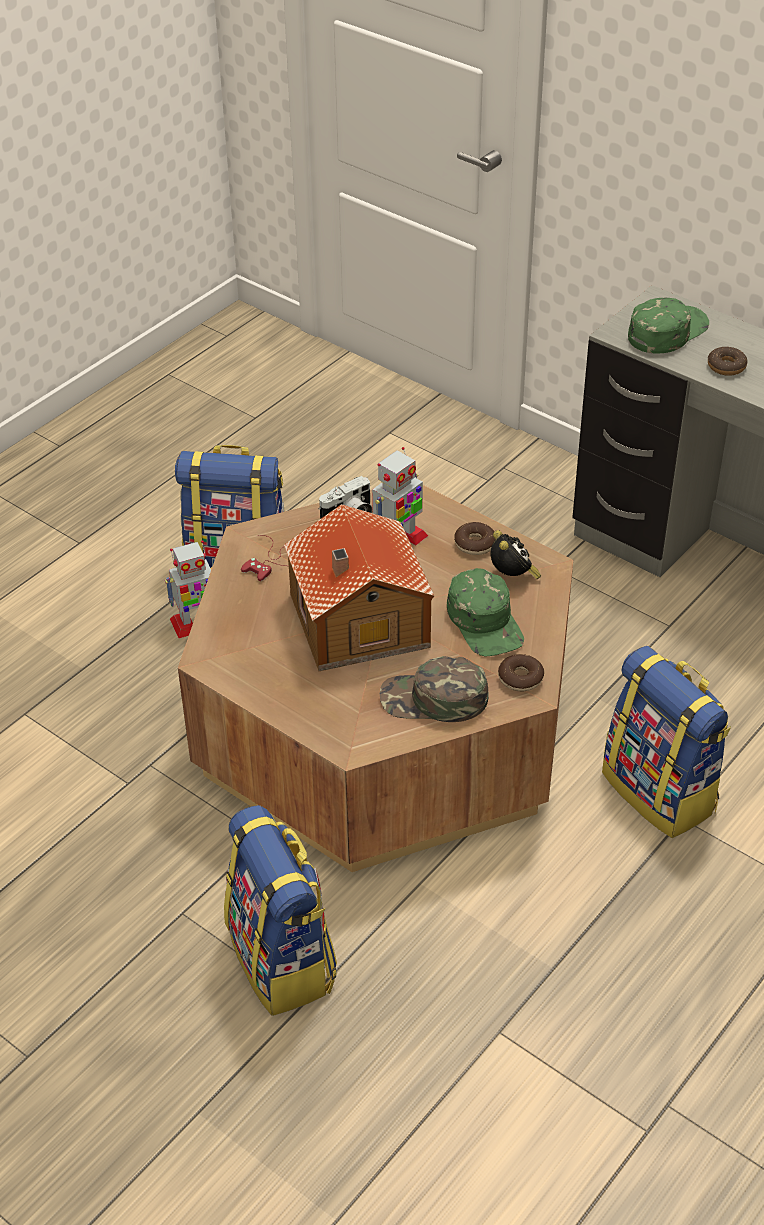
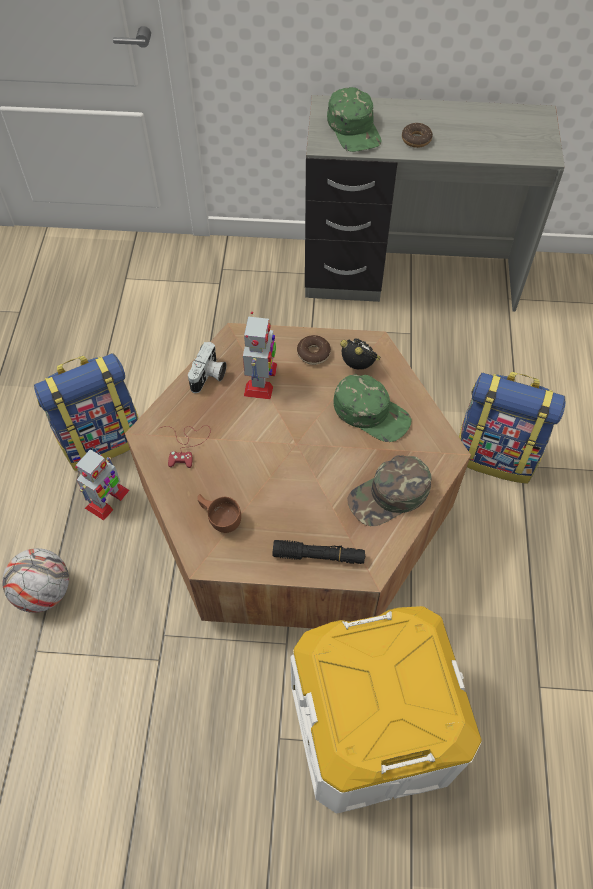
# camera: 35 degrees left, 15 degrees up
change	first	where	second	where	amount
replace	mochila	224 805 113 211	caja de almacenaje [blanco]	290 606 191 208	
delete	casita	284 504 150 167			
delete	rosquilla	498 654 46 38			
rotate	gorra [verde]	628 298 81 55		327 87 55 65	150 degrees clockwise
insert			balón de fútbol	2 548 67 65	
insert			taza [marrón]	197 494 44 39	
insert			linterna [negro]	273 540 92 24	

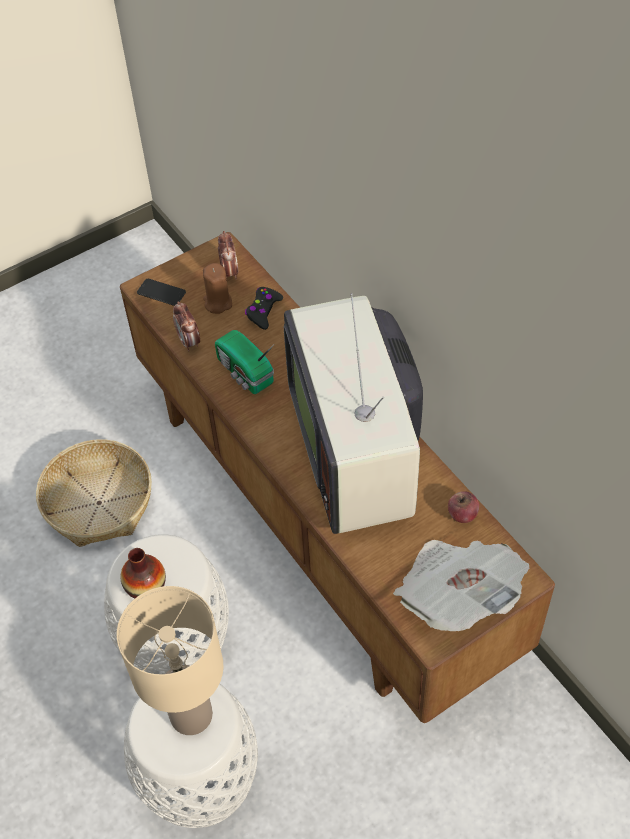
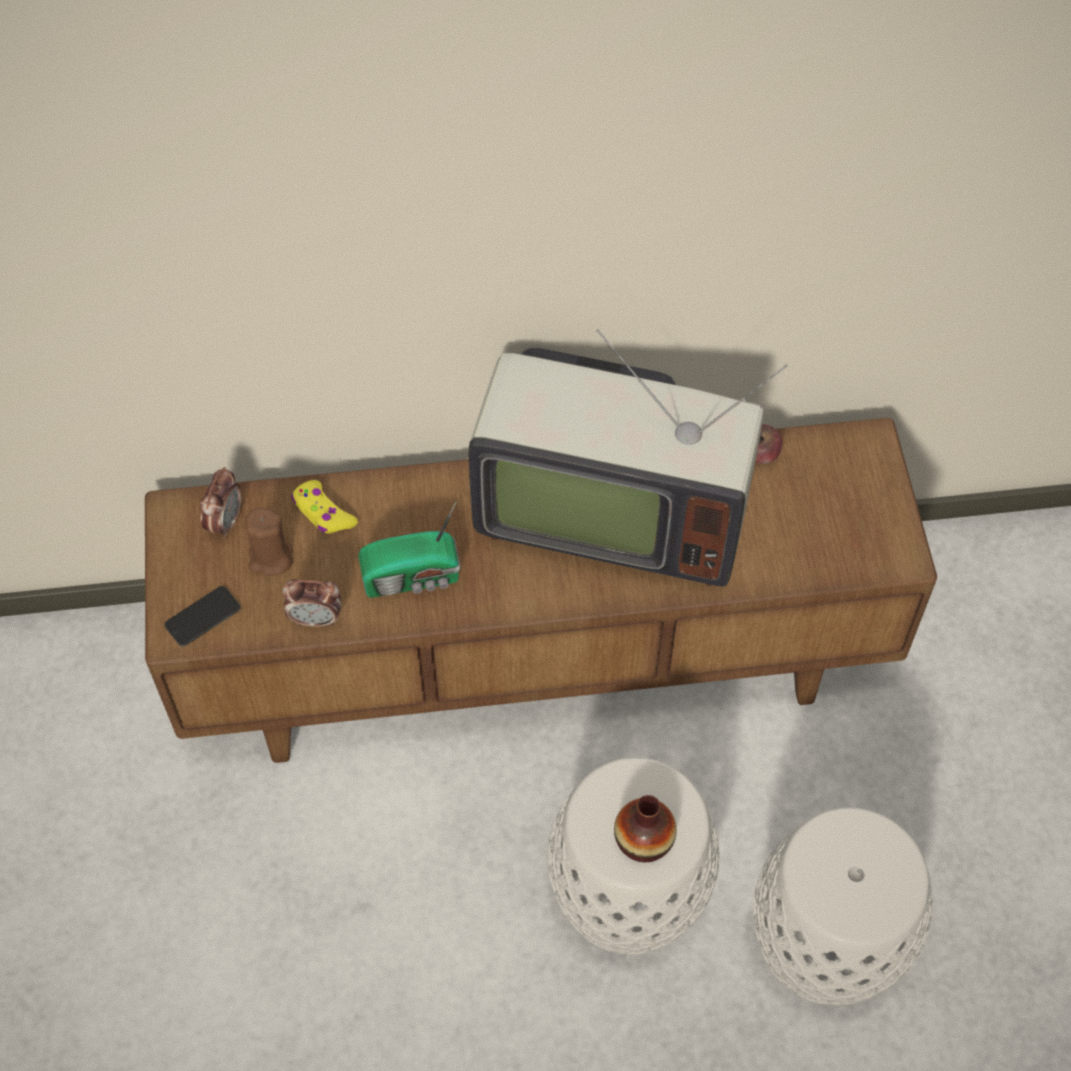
# camera: 65 degrees left, 5 degrees up
change	first	where	second	where	amount
delete	cesta	36 439 116 108			
delete	lámpara de mesa [beis]	117 586 107 149			
rotate	despertador	218 231 21 49		200 467 41 71	90 degrees clockwise
recolor	mando de consola [negro]	245 287 38 43	mando de consola [amarillo]	291 480 67 54	
delete	periódico	393 540 137 91			

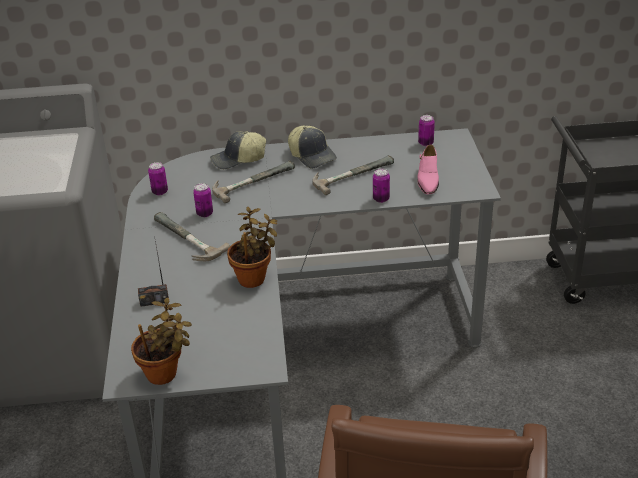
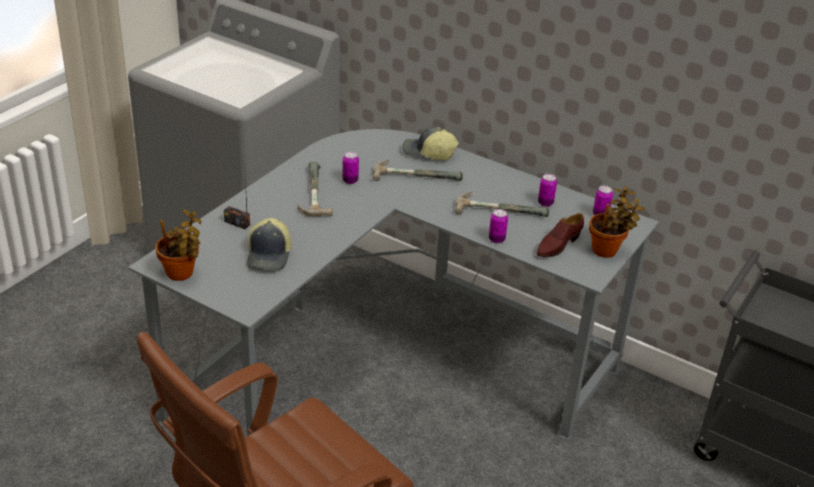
# camera: 35 degrees right, 0 degrees up
change	first	where	second	where	amount
move	lata	148 162 20 33		538 174 19 33	
move	planta en maceta	227 207 50 81		589 186 56 72	
move	gorra	288 126 49 42		247 218 44 52	
recolor	zapato [rosa]	417 144 22 50	zapato [marrón]	537 213 47 44	

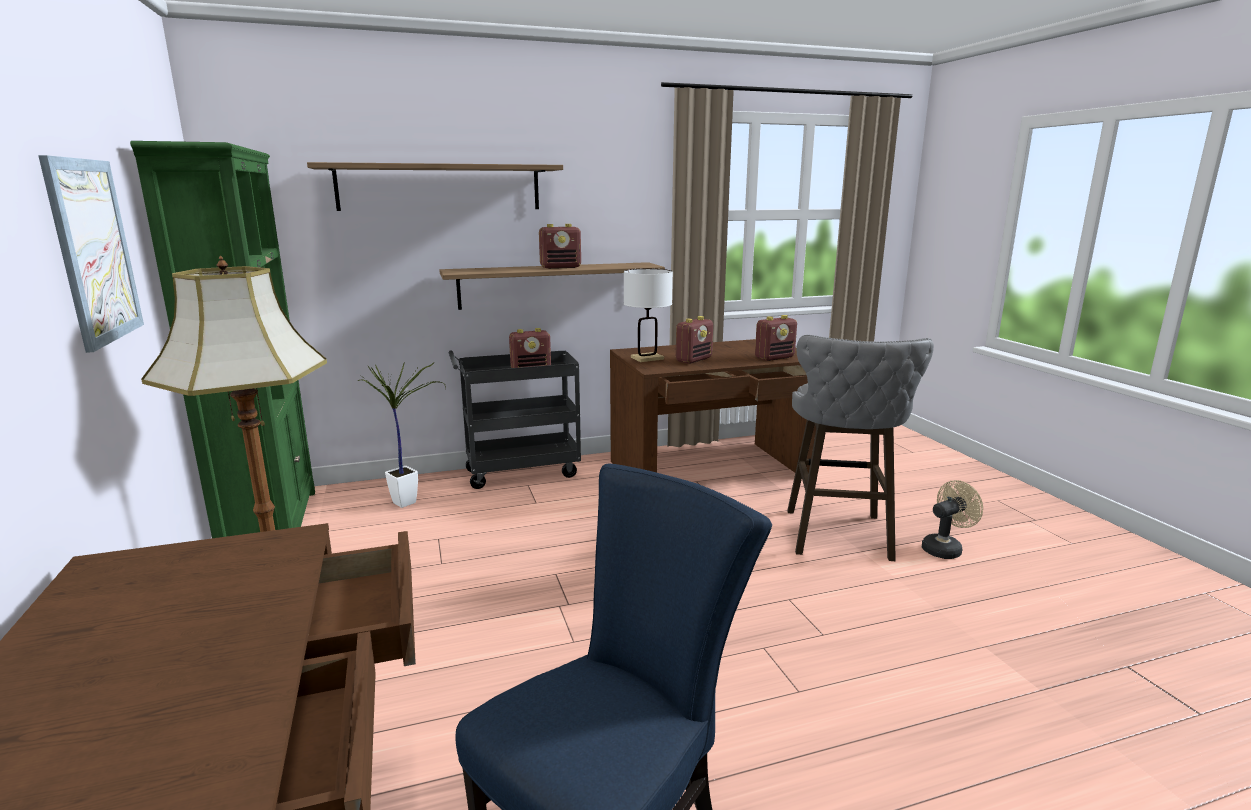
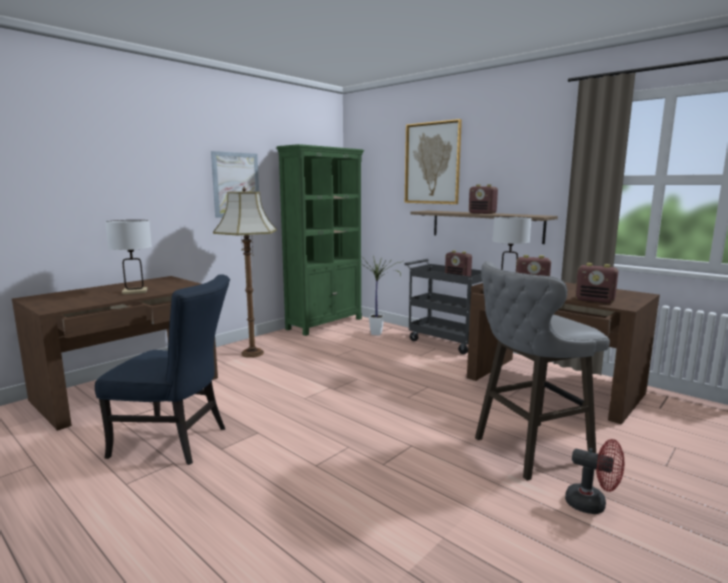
# camera: 60 degrees right, 5 degrees down
change	first	where	second	where	amount
replace	estante	307 162 256 49	cuadro	405 119 57 85	
recolor	ventilador [beis]	922 480 61 79	ventilador [rojo]	565 439 59 75	
insert			lámpara de mesa [blanco]	105 220 47 74	

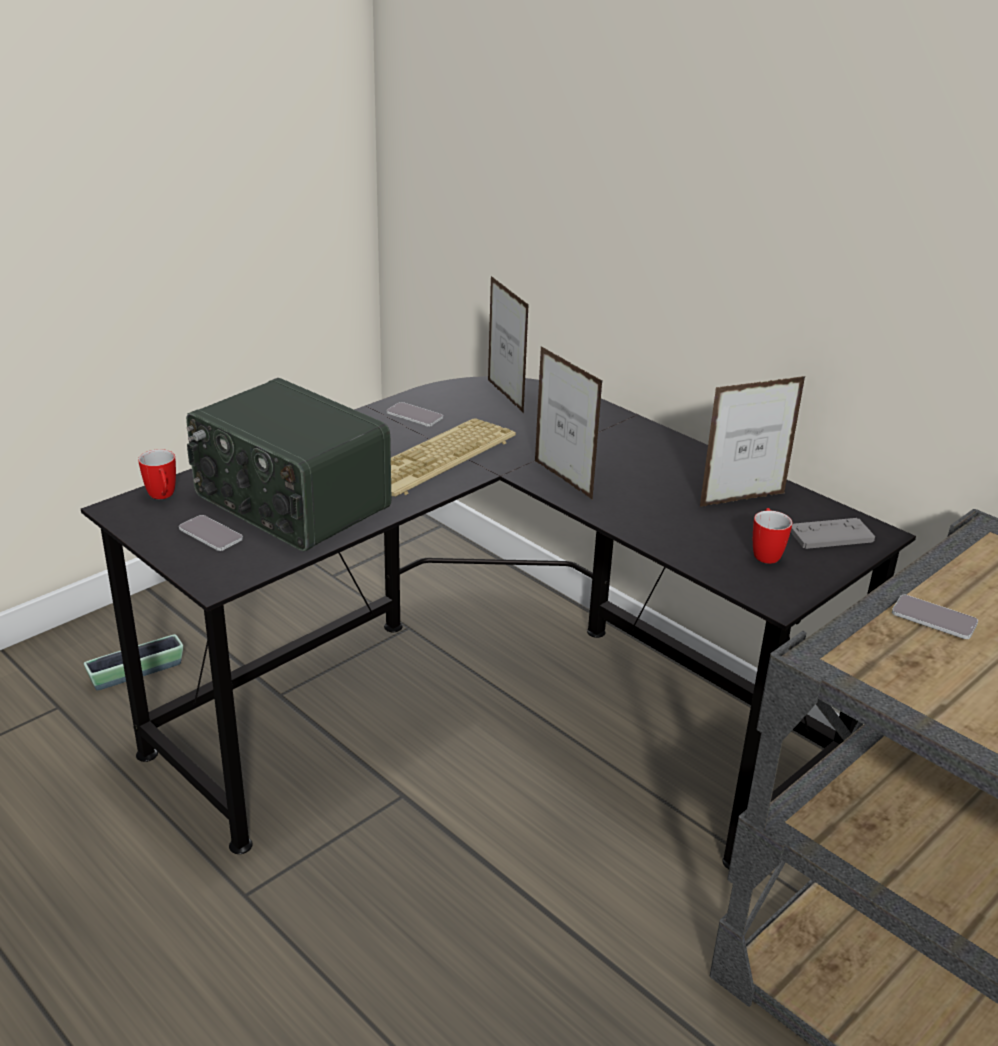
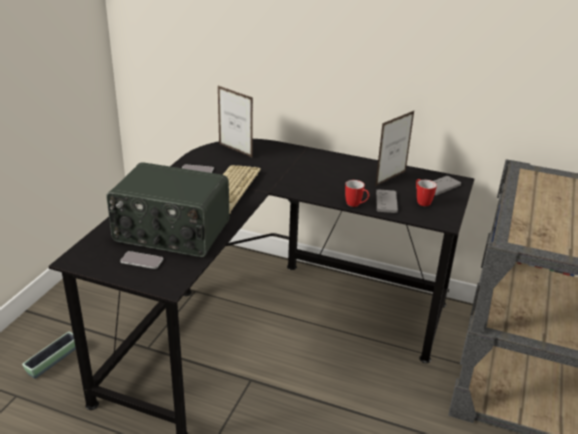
# camera: 25 degrees left, 0 degrees up
change	first	where	second	where	amount
move	taza grande	138 449 38 50		345 180 24 27	
delete	portarretratos	535 346 68 154			
delete	móvil	892 595 86 44			
insert			mando de consola [gris]	376 189 22 24	

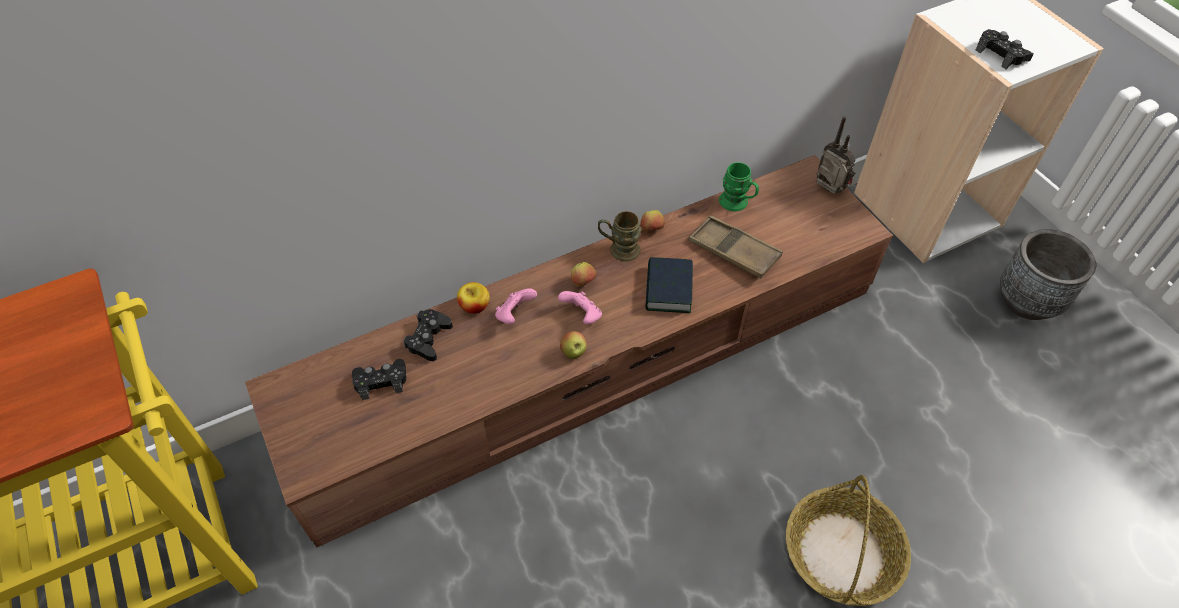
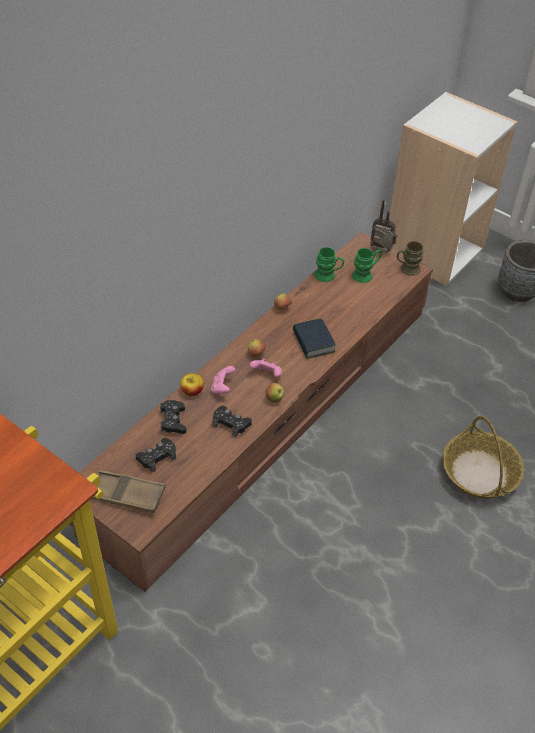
# camera: 25 degrees left, 5 degrees down
change	first	where	second	where	amount
move	taza grande [marrón]	598 211 43 51		397 241 26 35	
move	bandeja [marrón]	689 215 94 63		91 470 75 43	
move	mando de consola [negro]	976 29 58 40		212 406 40 31	
insert			taza grande [verde]	352 248 30 35	

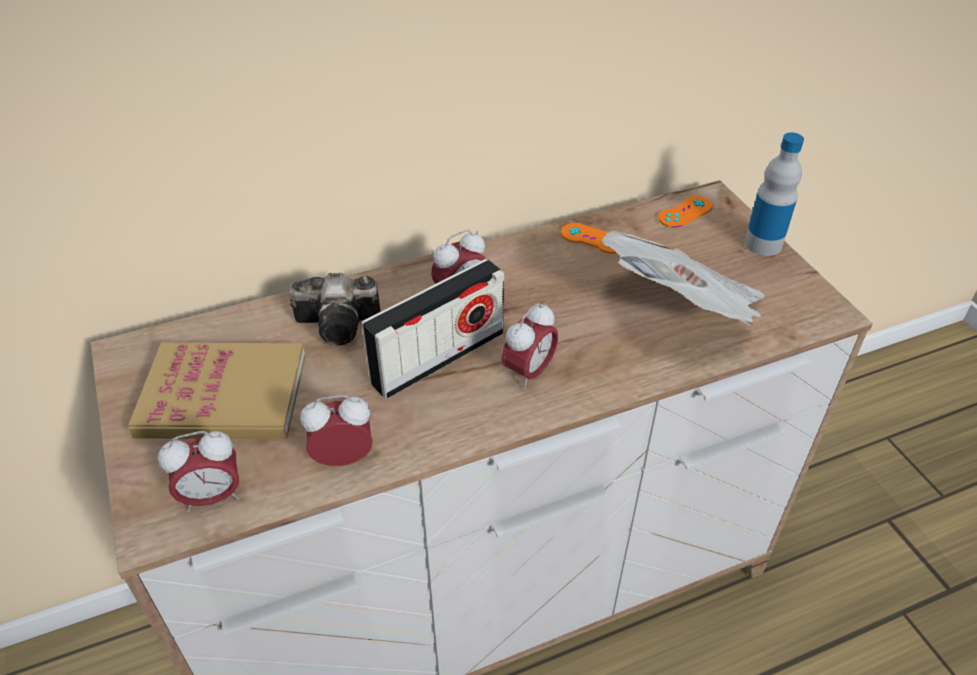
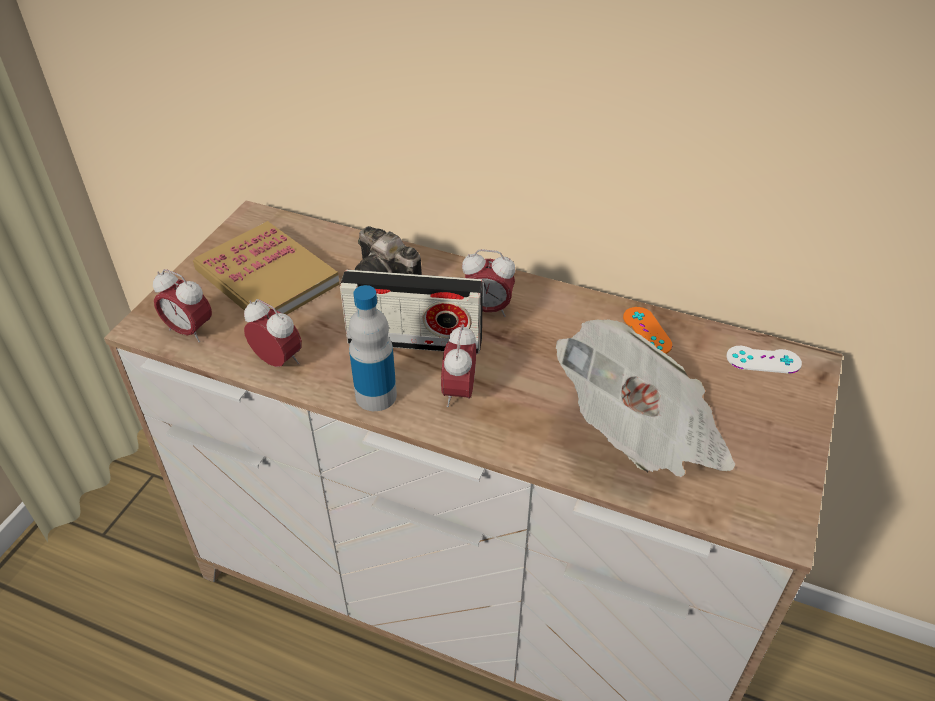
# camera: 45 degrees right, 0 degrees up
change	first	where	second	where	amount
rotate	despertador	502 302 56 88		441 324 35 83	105 degrees clockwise
recolor	mando de consola [naranja]	658 196 55 32	mando de consola [blanco]	726 346 76 27	
move	botella	745 132 59 124		349 285 48 126	

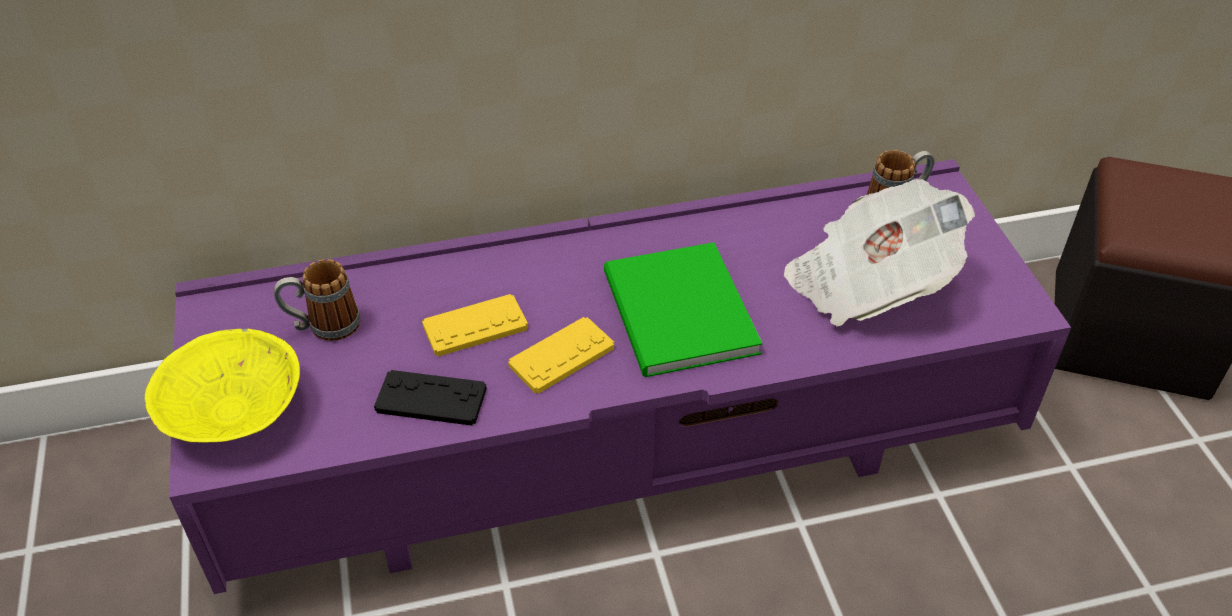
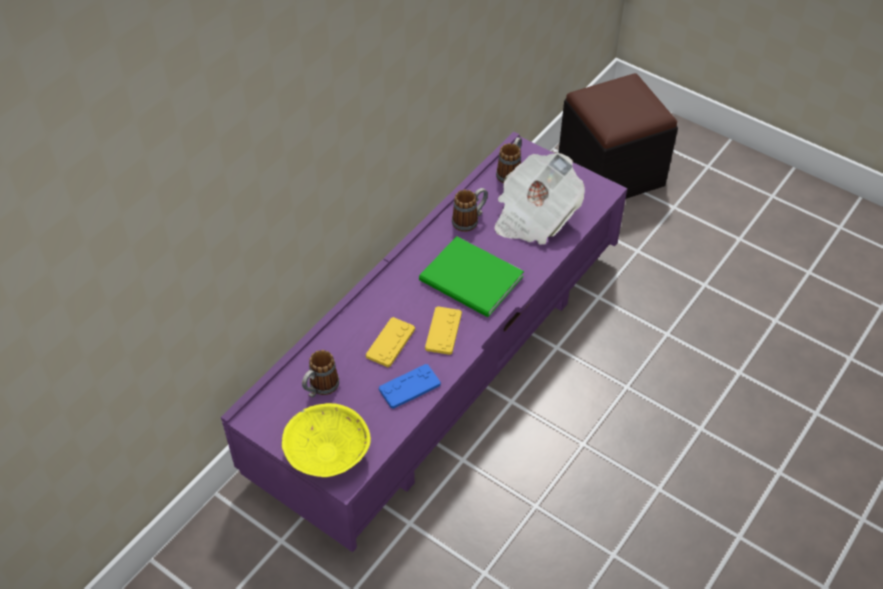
# camera: 40 degrees left, 5 degrees up
change	first	where	second	where	amount
recolor	mando de consola [negro]	374 370 113 56	mando de consola [azul]	379 364 62 45	
insert			taza grande	452 188 36 44	

